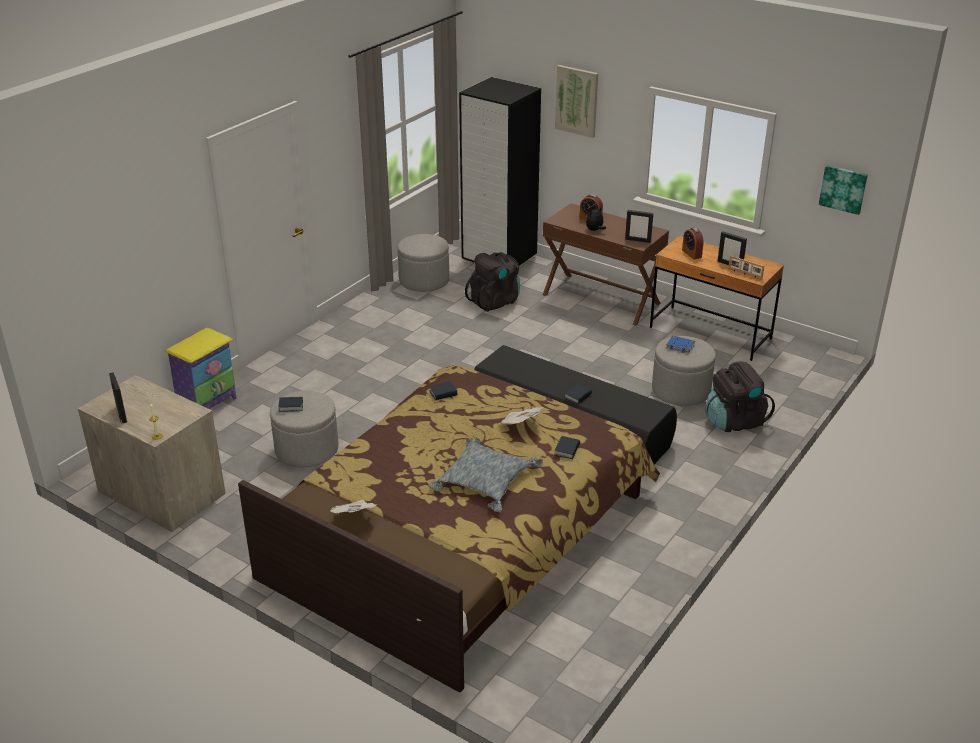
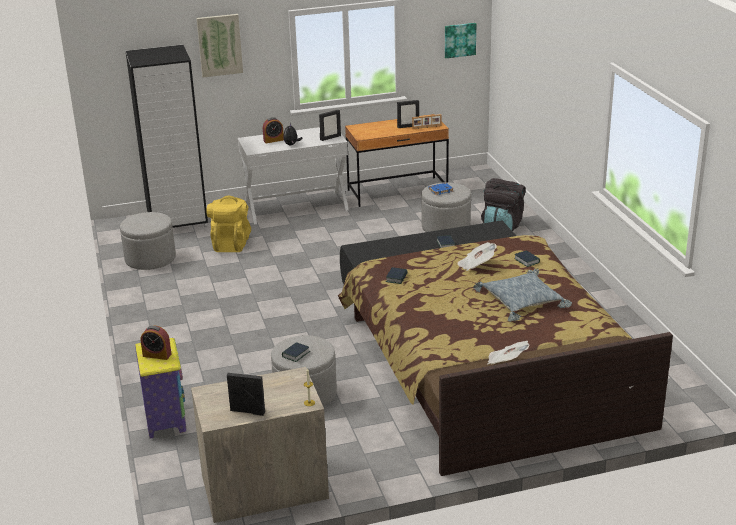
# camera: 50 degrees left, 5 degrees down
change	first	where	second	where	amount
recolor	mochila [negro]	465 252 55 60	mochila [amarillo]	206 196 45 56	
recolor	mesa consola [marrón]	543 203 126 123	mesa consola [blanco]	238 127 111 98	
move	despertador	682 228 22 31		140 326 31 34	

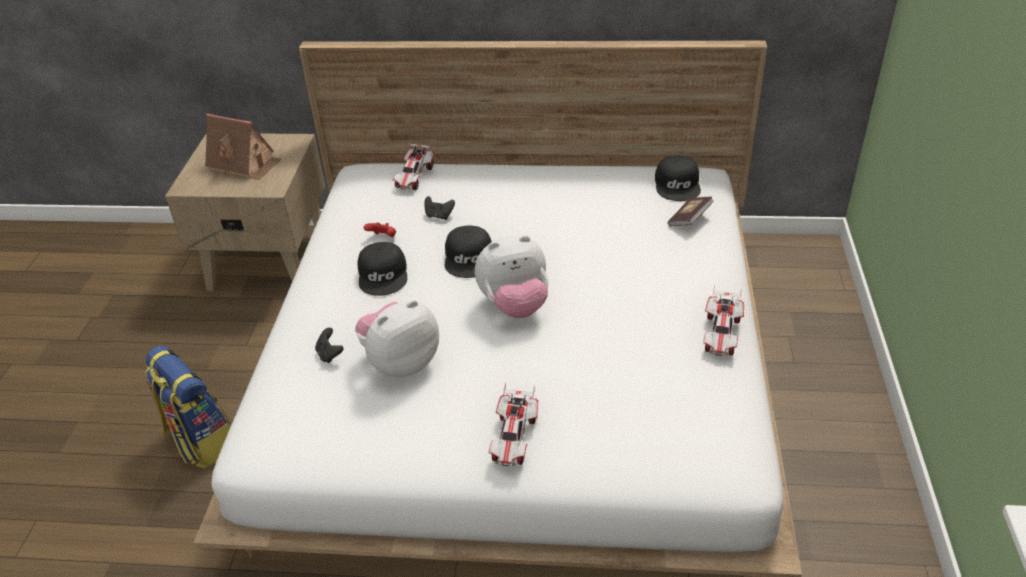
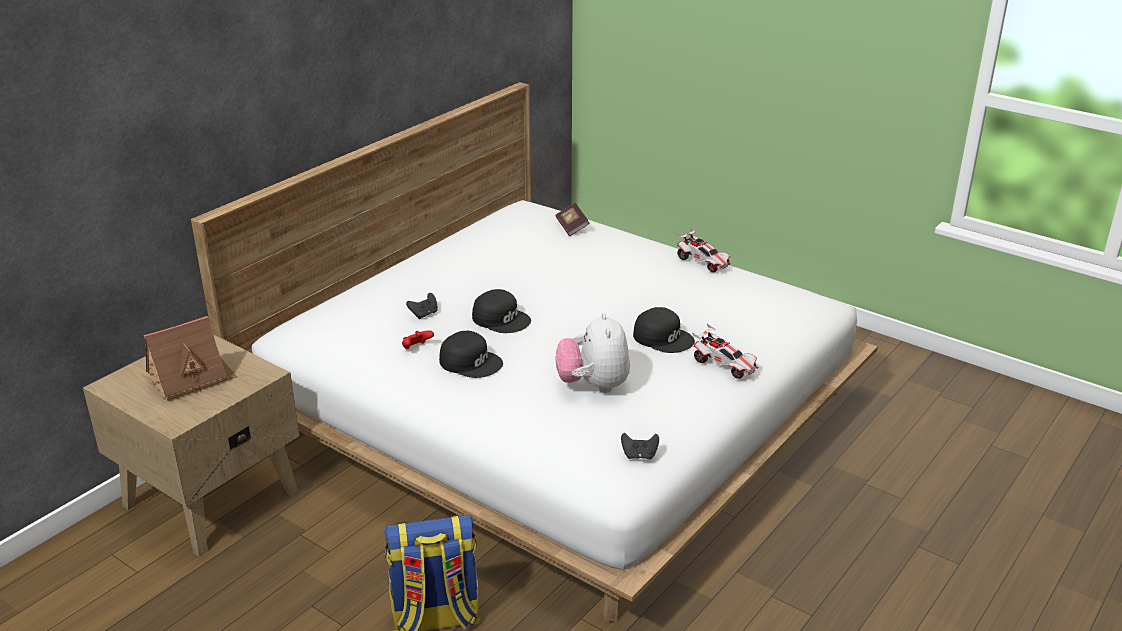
# camera: 60 degrees left, 10 degrees down
change	first	where	second	where	amount
move	mando de consola [negro]	315 328 29 35		621 433 38 27	
delete	coche de juguete	393 140 41 50			
delete	peluche	475 235 73 83			
move	gorra [negro]	655 155 46 46		633 307 62 46	

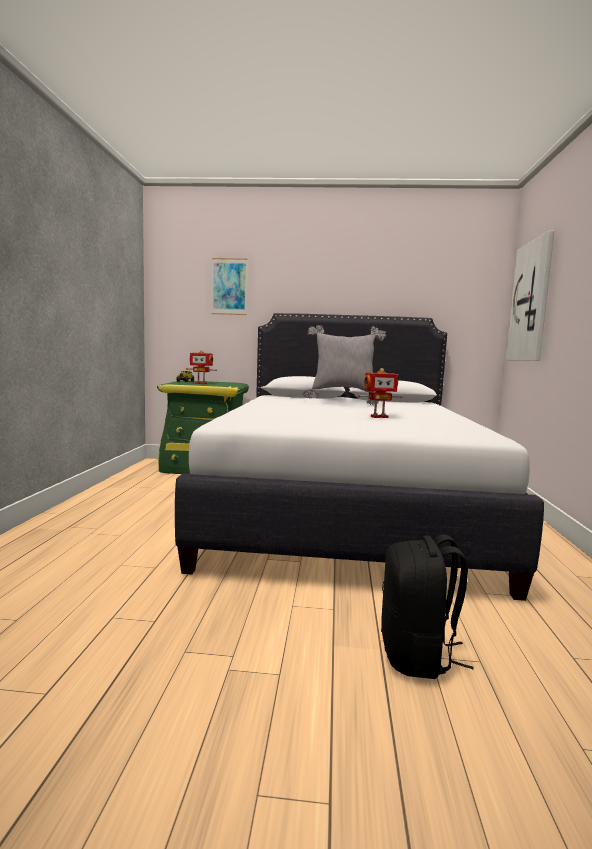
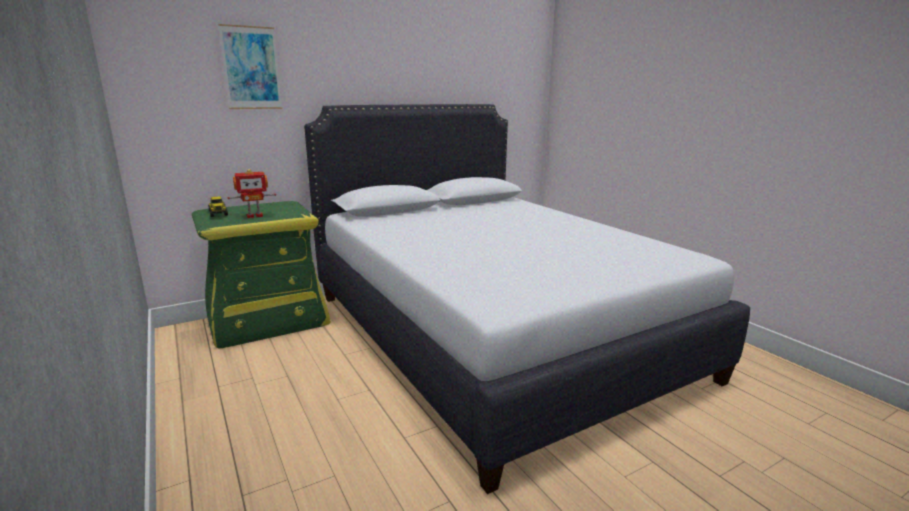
# camera: 35 degrees left, 10 degrees up
change	first	where	second	where	amount
delete	cojín [gris]	302 325 84 80			
delete	robot de juguete	358 368 44 50			
delete	mochila [negro]	381 535 93 144			
delete	cuadro	506 231 48 130			

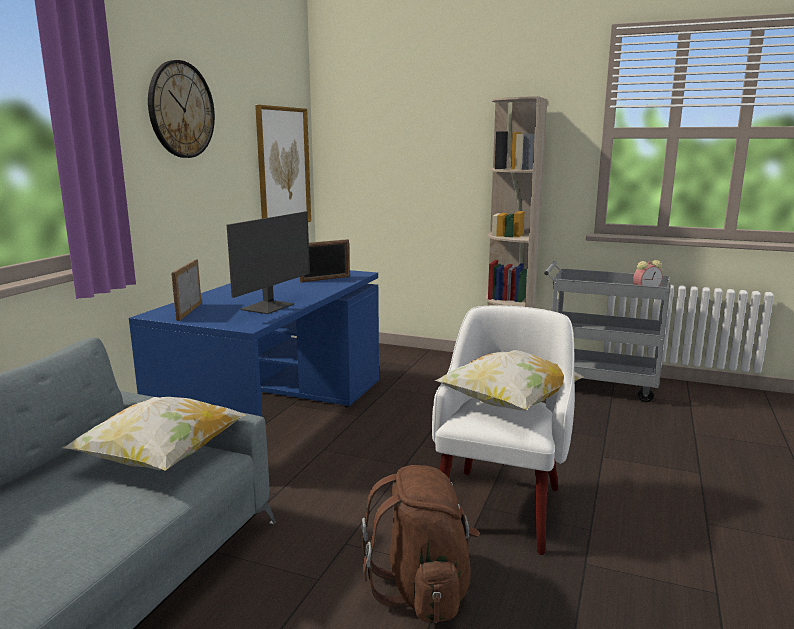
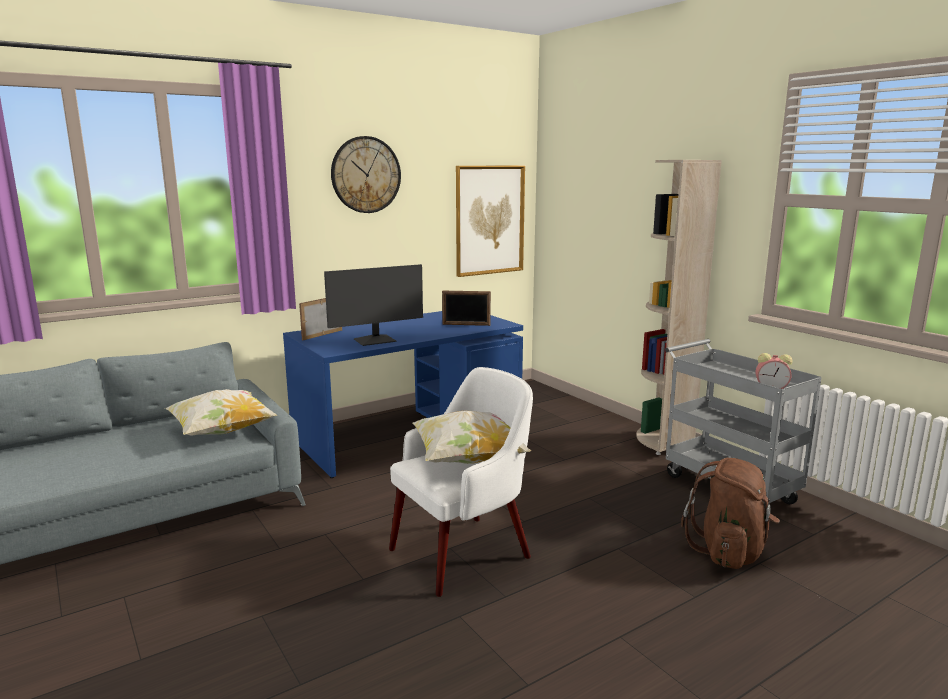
# camera: 35 degrees right, 0 degrees up
change	first	where	second	where	amount
move	mochila [marrón]	362 465 118 158		681 458 99 111	

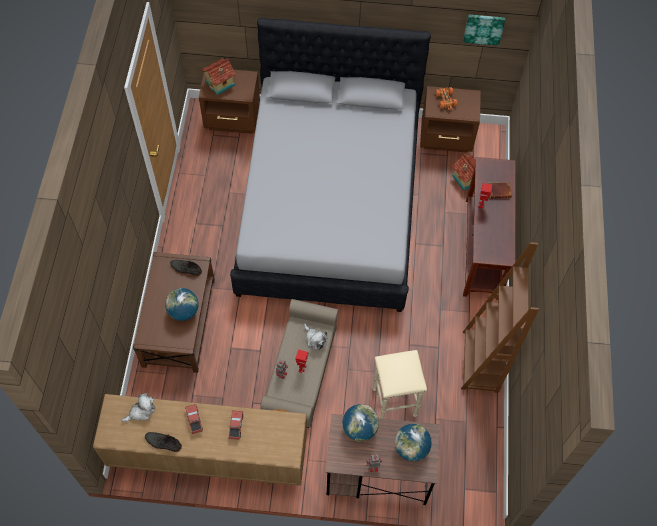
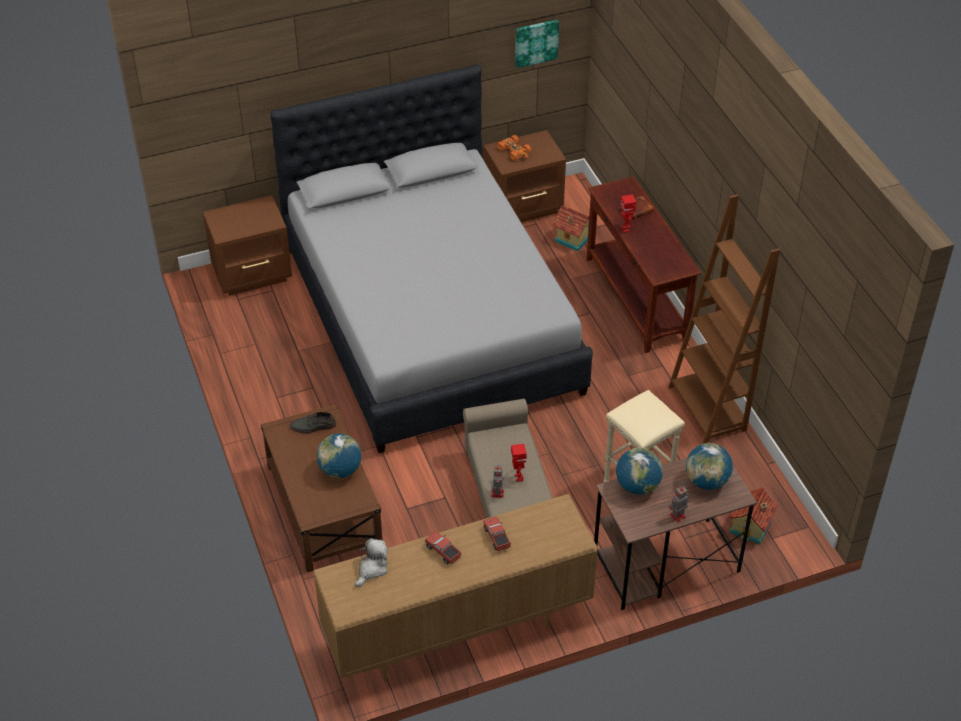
# camera: 25 degrees left, 15 degrees down
change	first	where	second	where	amount
delete	zapato [gris]	145 432 37 20			
move	casita	201 59 35 36		729 487 49 57	
delete	peluche	304 323 23 27			

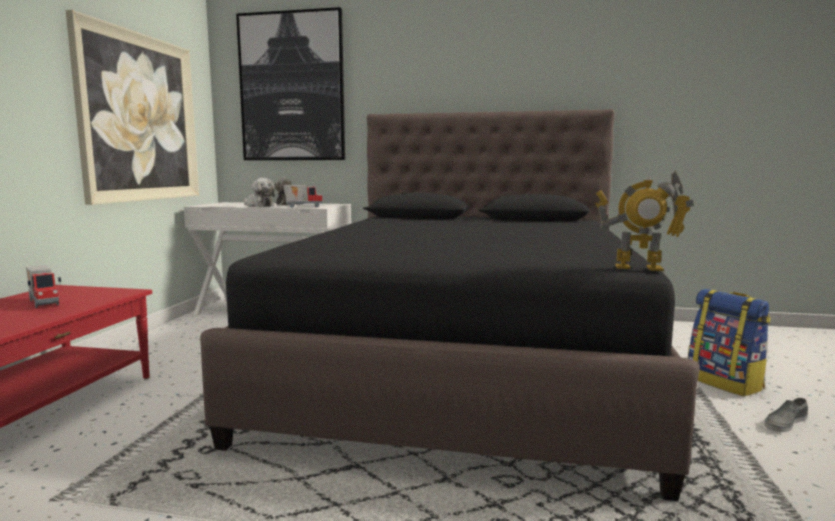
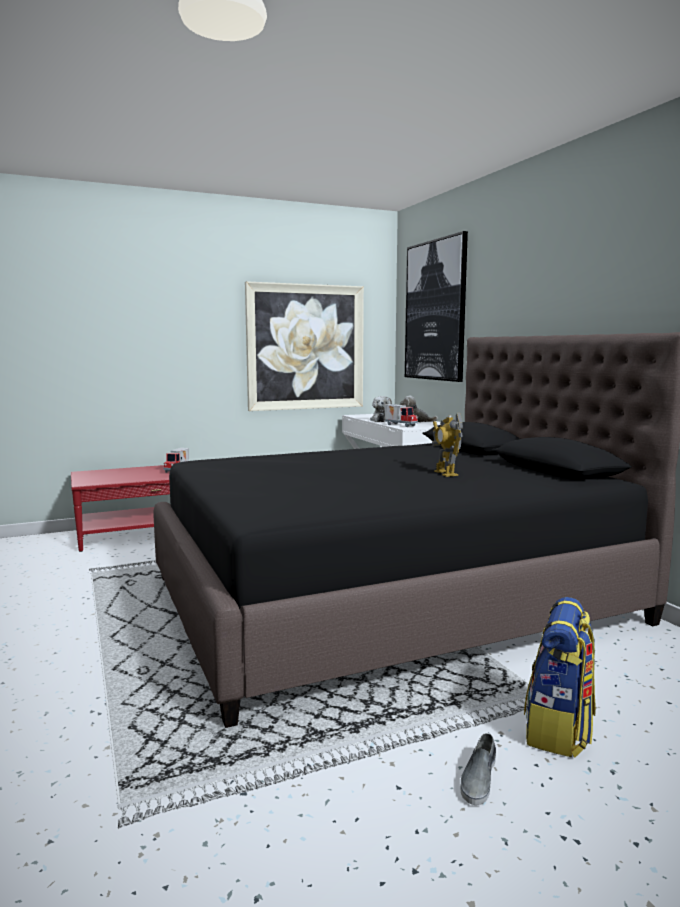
# camera: 55 degrees right, 0 degrees up
change	first	where	second	where	amount
move	robot de juguete	595 170 99 101		432 413 31 64	
rotate	zapato [gris]	764 398 44 34		461 733 35 72	90 degrees counterclockwise

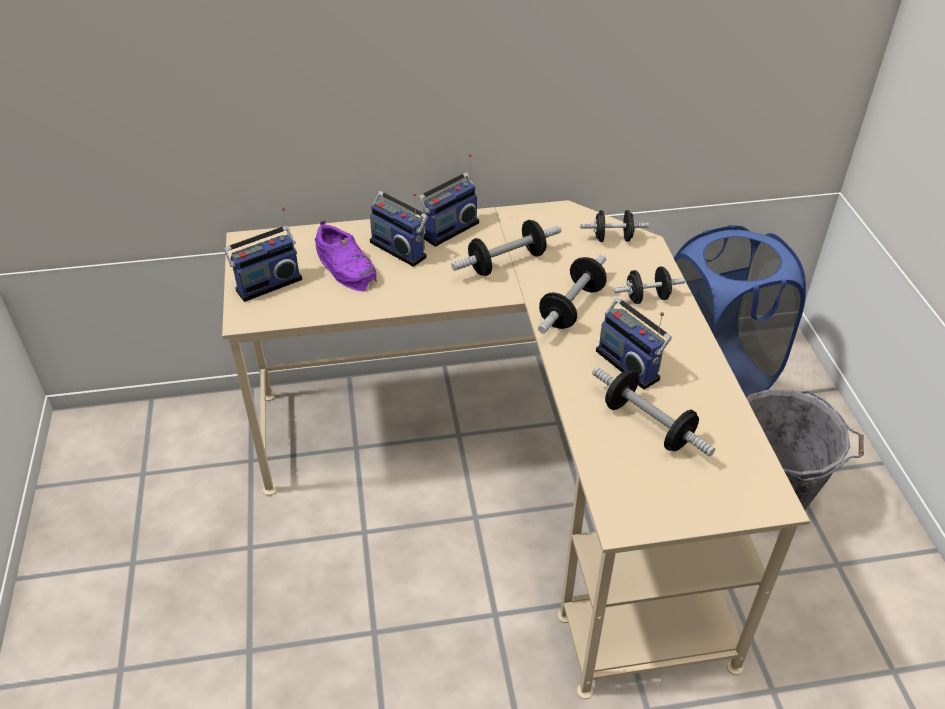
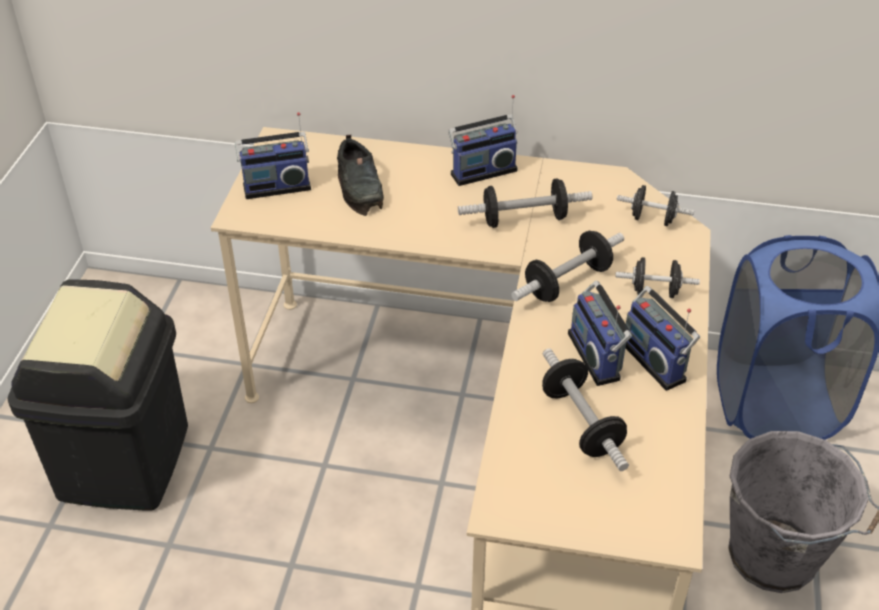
# camera: 20 degrees right, 0 degrees up
change	first	where	second	where	amount
recolor	zapato [morado]	315 221 62 71	zapato [negro]	337 135 47 81	
move	radio	370 191 58 76		625 286 75 105	
insert			papelera [negro]	8 279 180 232	

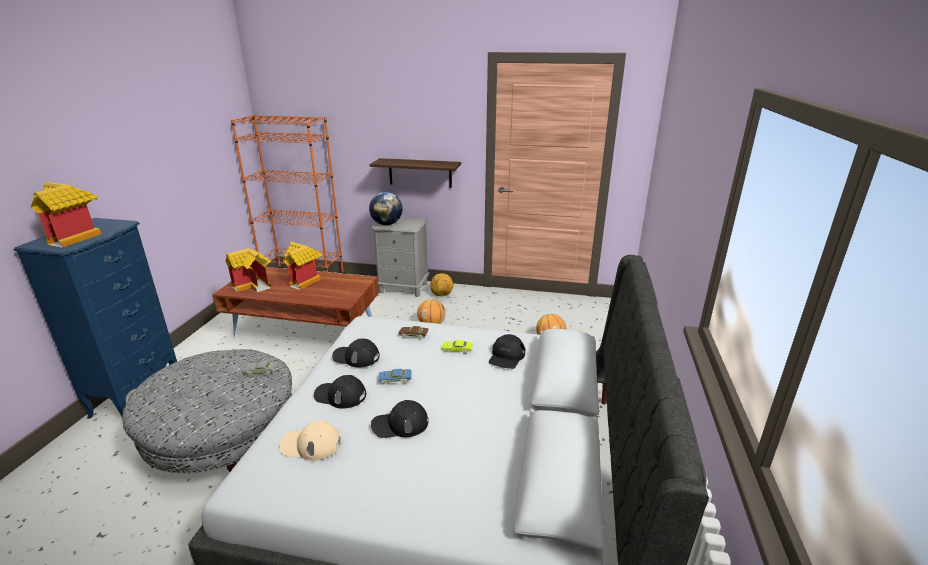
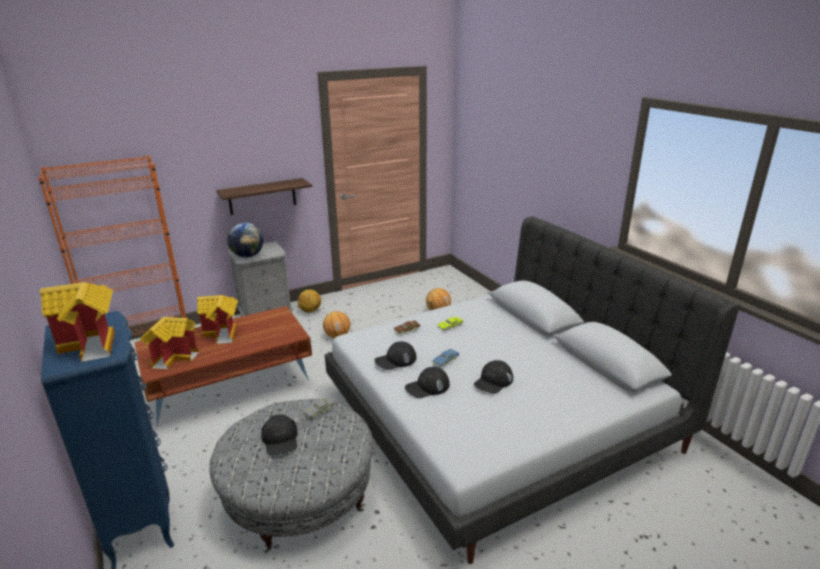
# camera: 40 degrees left, 0 degrees up
change	first	where	second	where	amount
delete	gorra [beis]	280 420 61 41			
move	gorra [negro]	489 334 36 35		261 414 37 41	

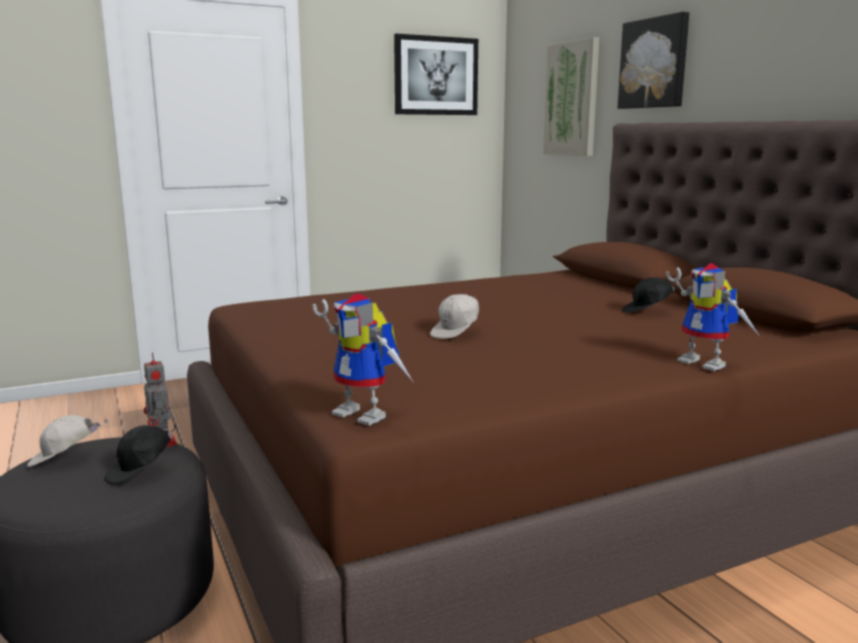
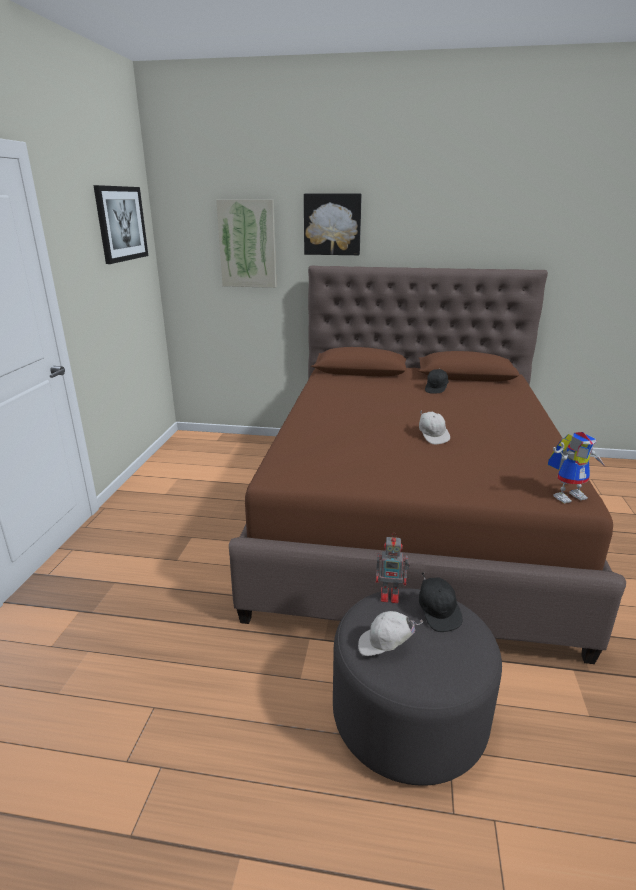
# camera: 55 degrees left, 10 degrees up
change	first	where	second	where	amount
rotate	gorra [blanco]	27 415 81 52		358 611 65 45	75 degrees clockwise
delete	robot de juguete	666 263 95 108			

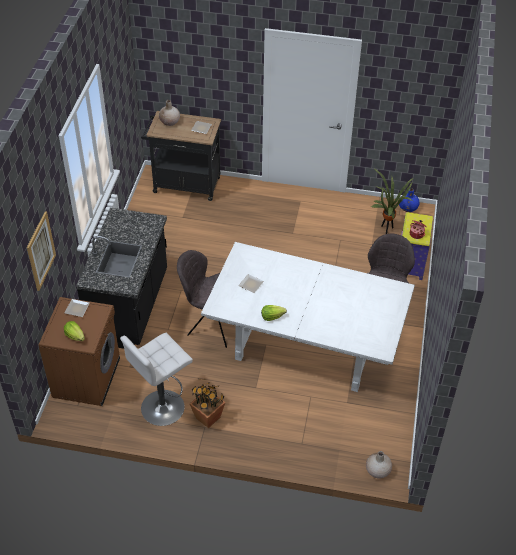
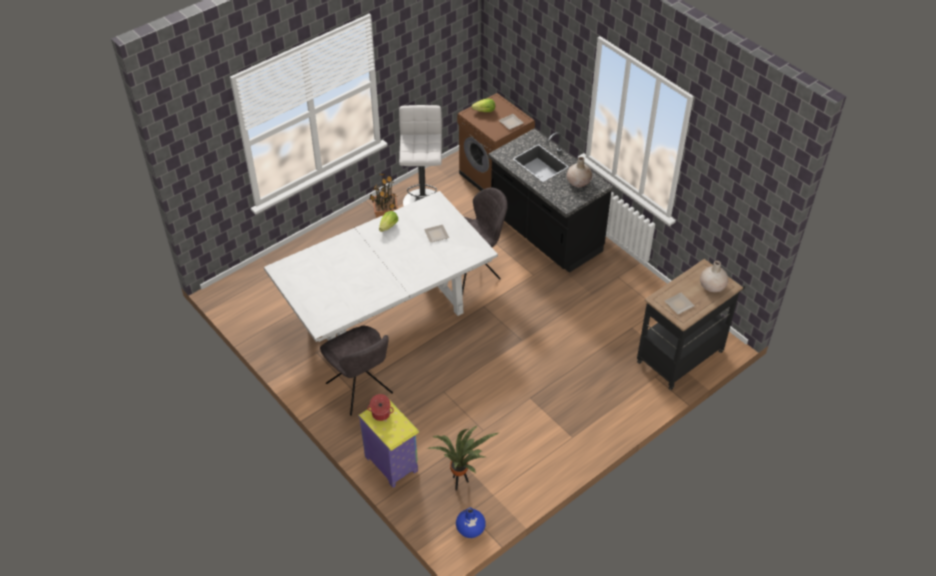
# camera: 130 degrees right, 0 degrees up
change	first	where	second	where	amount
delete	cuadro	27 212 29 79			
move	florero [beis]	366 451 26 27		567 157 25 31	

